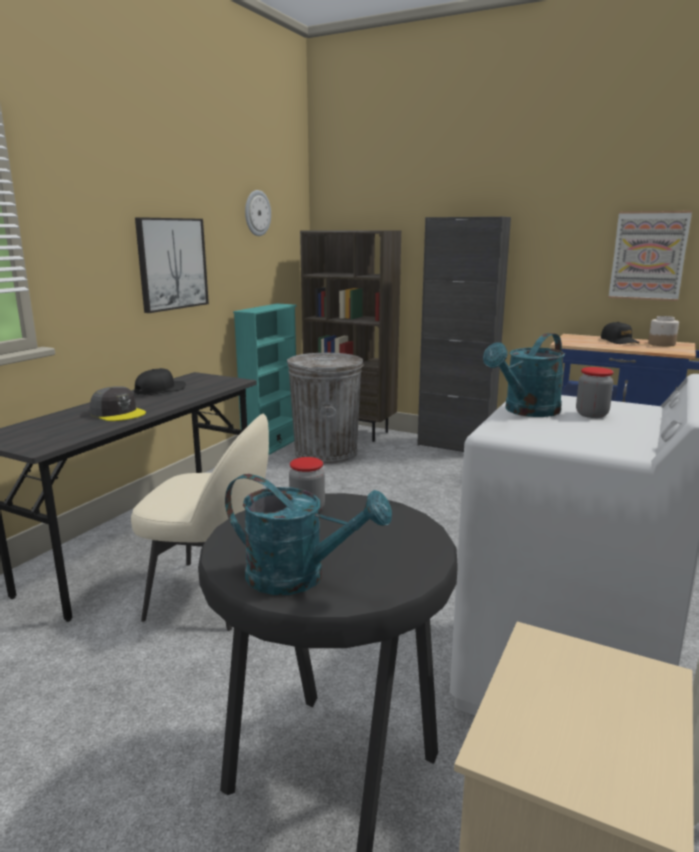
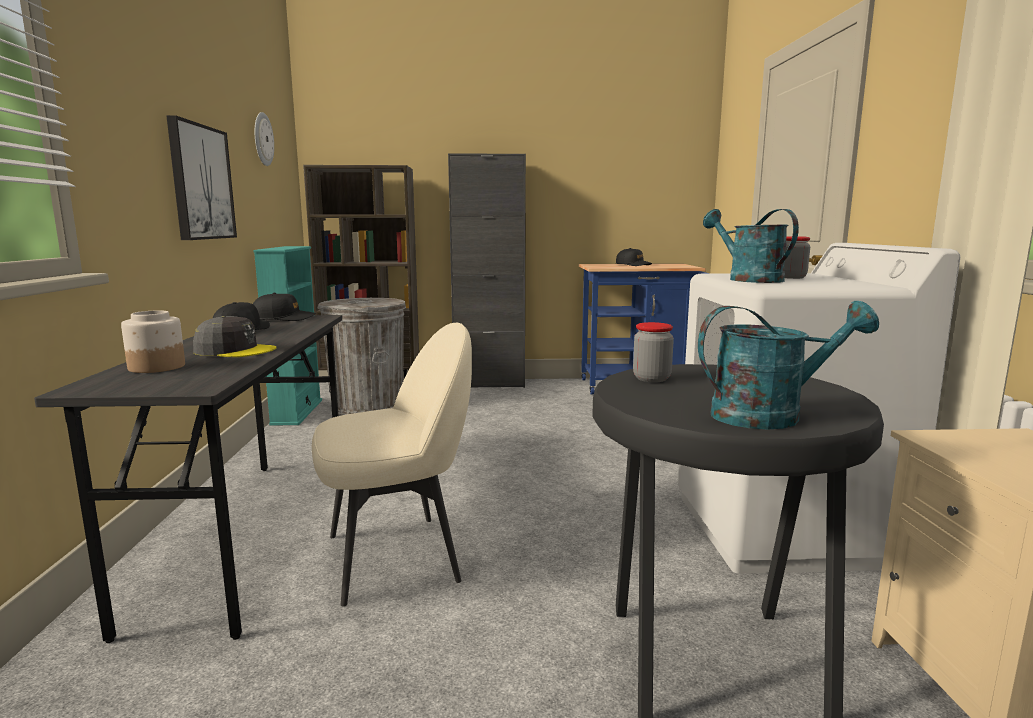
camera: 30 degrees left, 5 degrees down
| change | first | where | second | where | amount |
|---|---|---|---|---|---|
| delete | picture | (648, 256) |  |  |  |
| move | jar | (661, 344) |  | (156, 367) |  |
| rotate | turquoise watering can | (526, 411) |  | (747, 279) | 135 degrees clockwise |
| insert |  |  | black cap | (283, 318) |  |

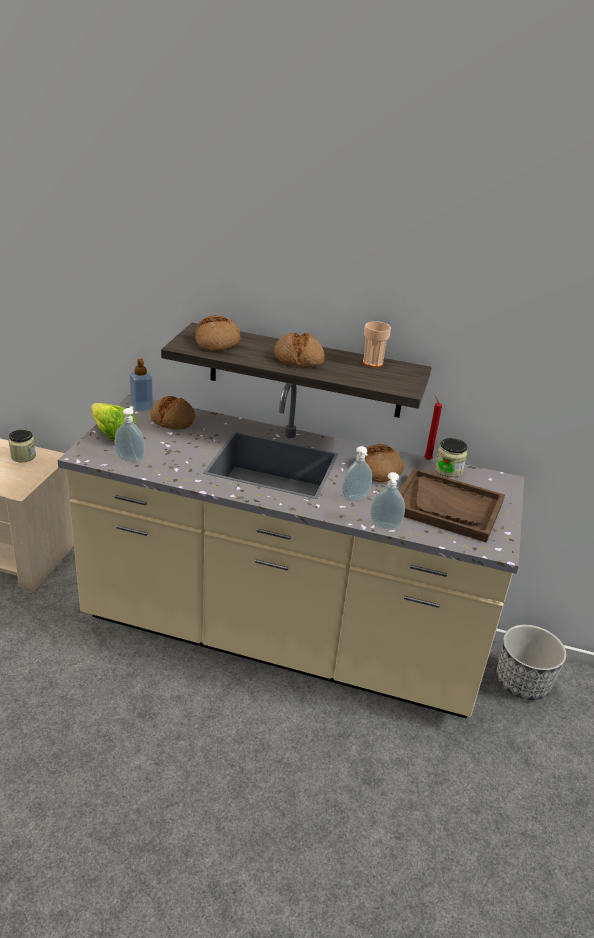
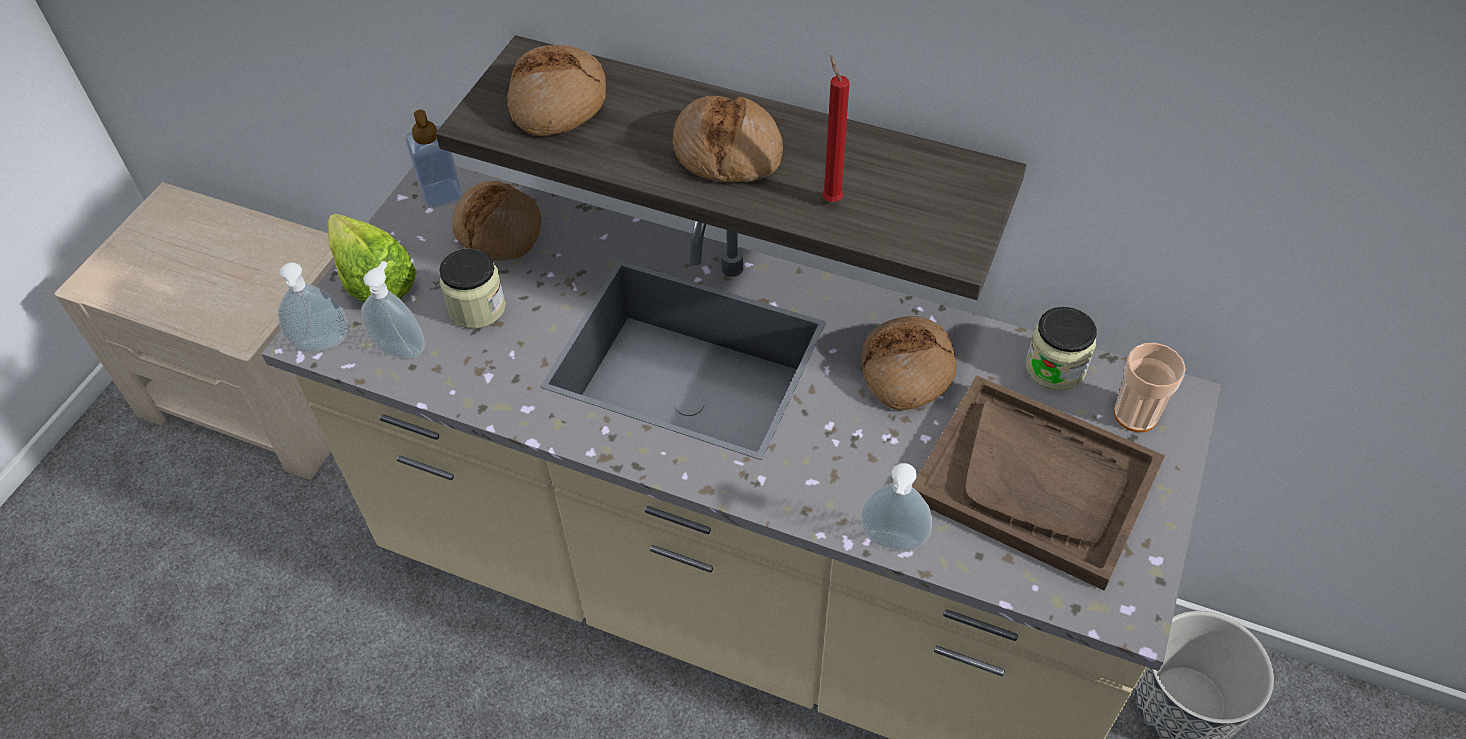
camera: 10 degrees right, 20 degrees up
| change | first | where | second | where | amount |
|---|---|---|---|---|---|
| move | cup | (372, 363) |  | (1135, 415) |  |
| move | red candle | (426, 459) |  | (830, 198) |  |
| move | jar | (23, 456) |  | (477, 308) |  |
| move | soap dispenser | (355, 499) |  | (323, 346) |  |

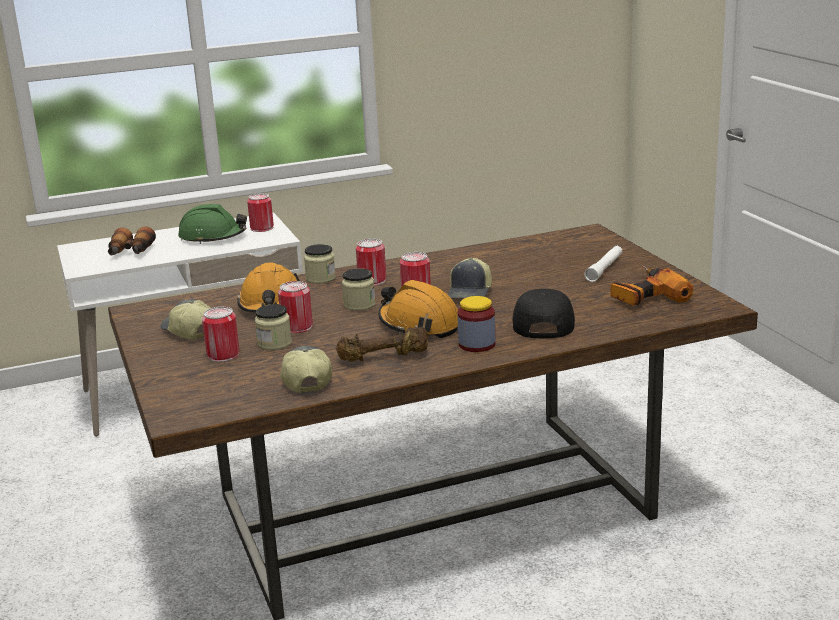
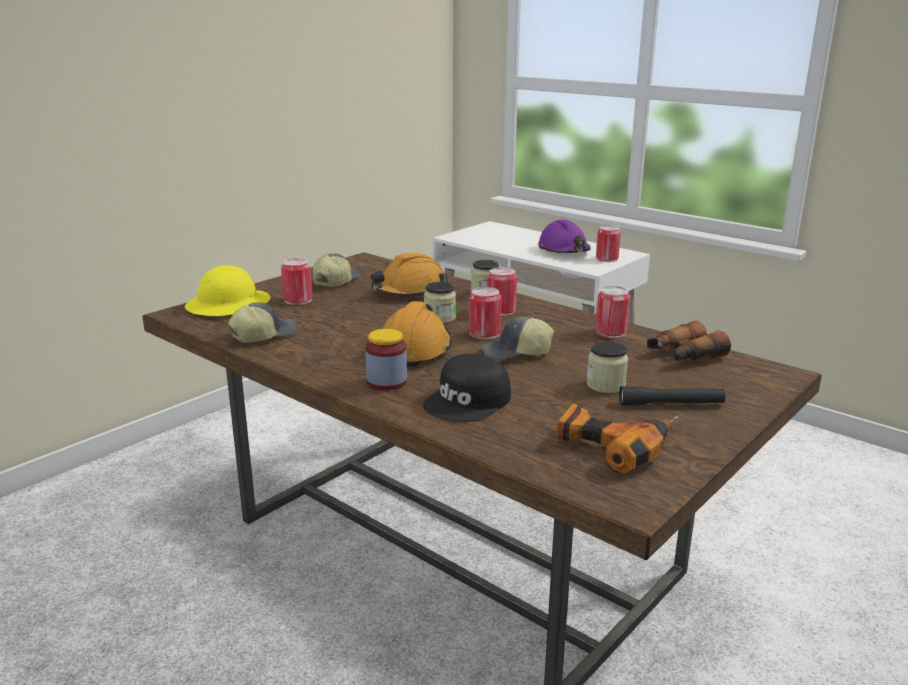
camera: 60 degrees right, 0 degrees up
| change | first | where | second | where | amount |
|---|---|---|---|---|---|
| recolor | green hard hat | (212, 237) | purple hard hat | (564, 251) |  |
| move | binoculars | (130, 252) |  | (683, 356) |  |
| recolor | white flashlight | (604, 269) | black flashlight | (671, 404) |  |
| move | can | (297, 327) |  | (610, 332) |  |
| rotate | black cap | (542, 323) |  | (469, 401) | 150 degrees clockwise |
| move | jar | (274, 343) |  | (605, 385) |  |
| delete | brown dumbbell | (384, 358) |  |  |  |
| insert |  |  | yellow hard hat | (229, 305) |  |

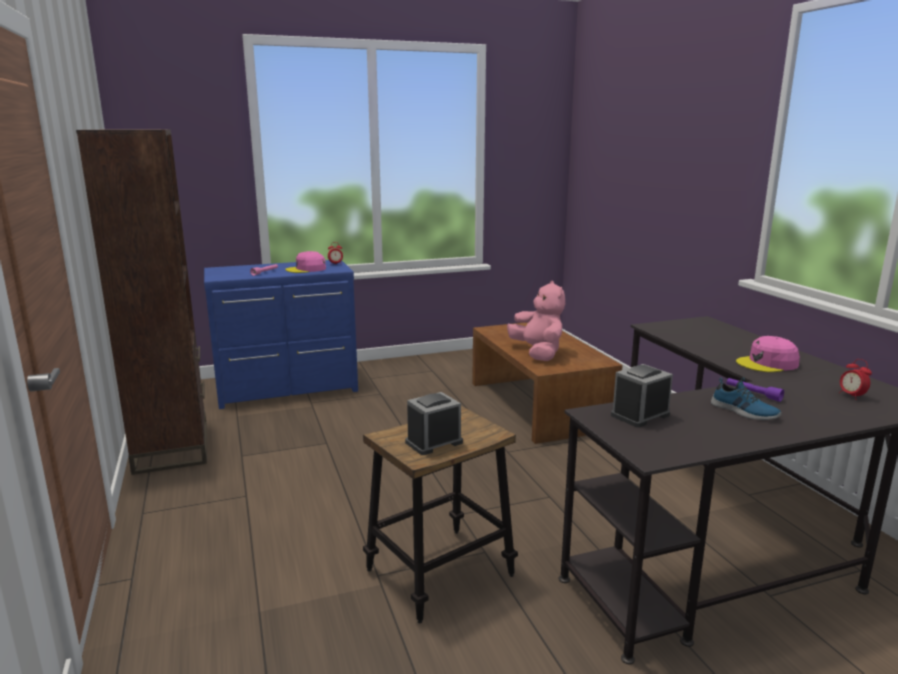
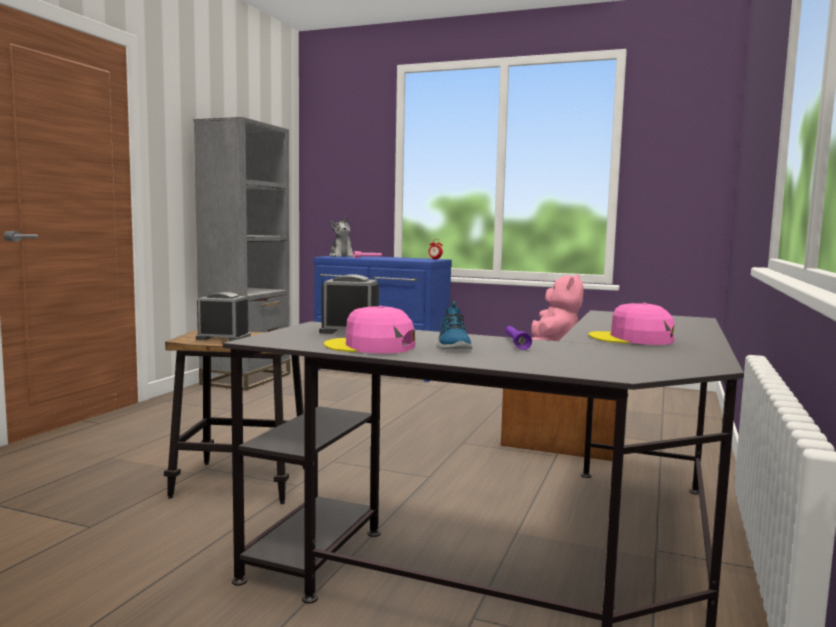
camera: 40 degrees right, 10 degrees down
| change | first | where | second | where | amount |
|---|---|---|---|---|---|
| recolor | brown bookcase | (172, 447) | grey bookcase | (246, 379) |  |
| move | pink cap | (306, 269) |  | (370, 346) |  |
| delete | alarm clock | (851, 396) |  |  |  |
| insert |  |  | plush toy | (342, 256) |  |

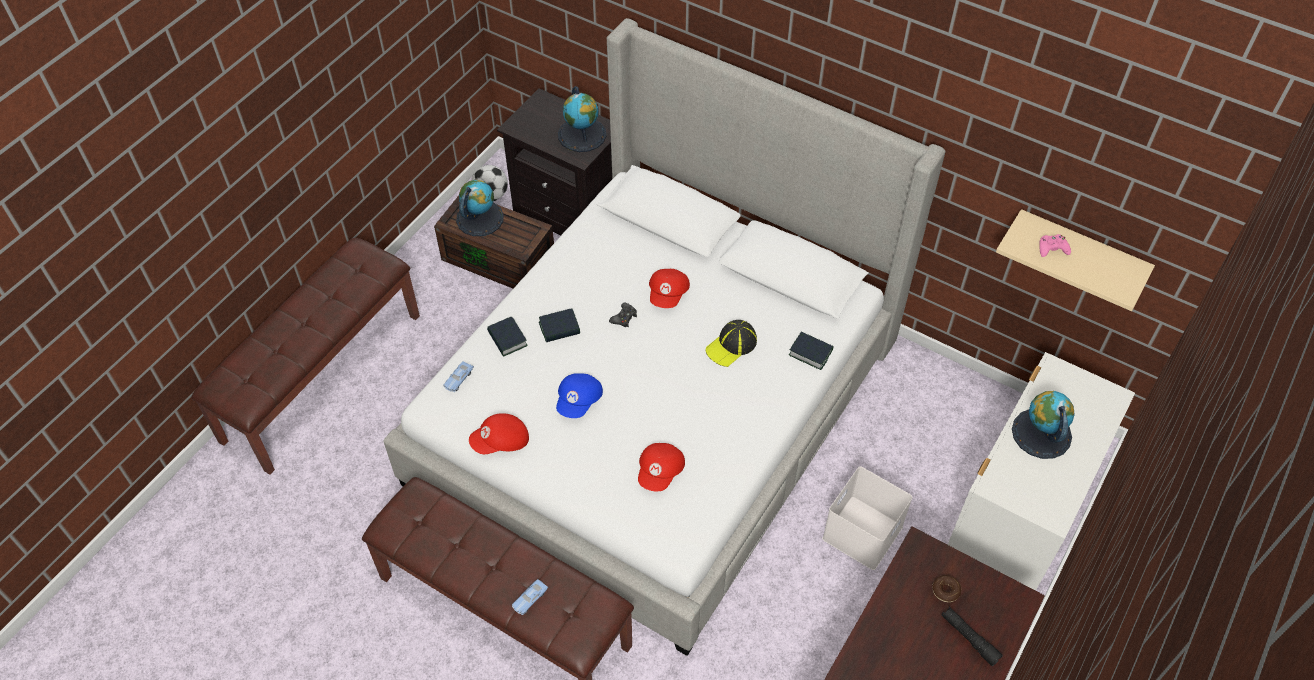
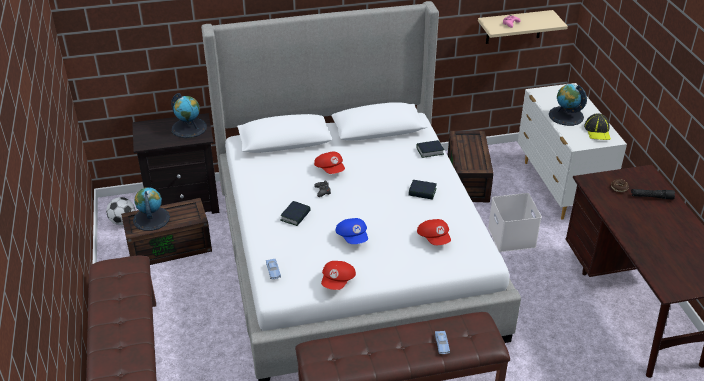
camera: 45 degrees left, 15 degrees down
| change | first | where | second | where | amount |
|---|---|---|---|---|---|
| move | book | (507, 339) |  | (422, 192) |  |
| move | cap | (731, 345) |  | (597, 131) |  |
| insert |  |  | brown storage box | (469, 180) |  |

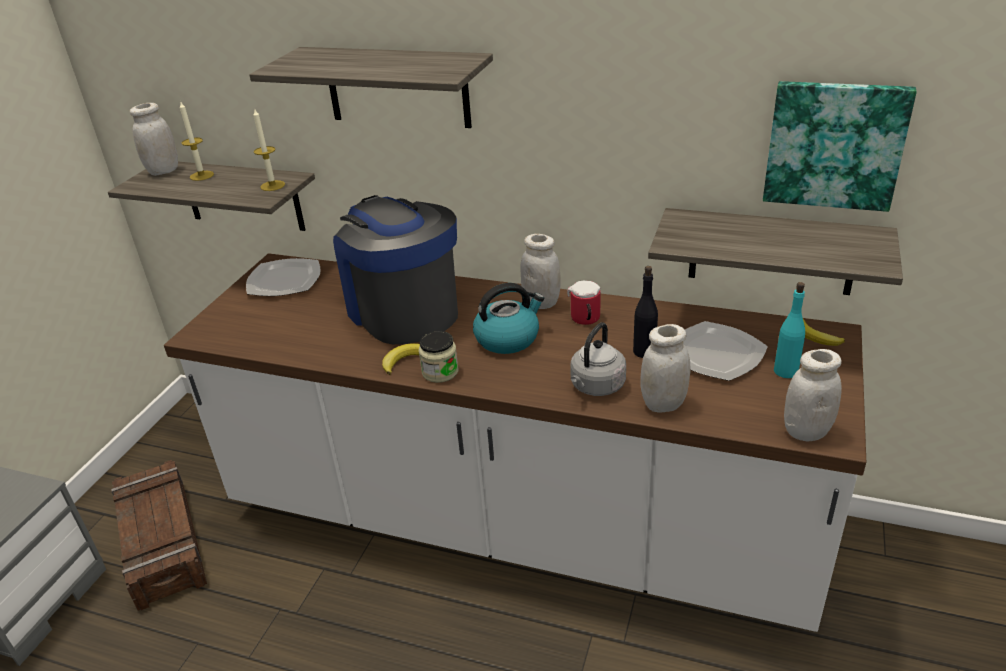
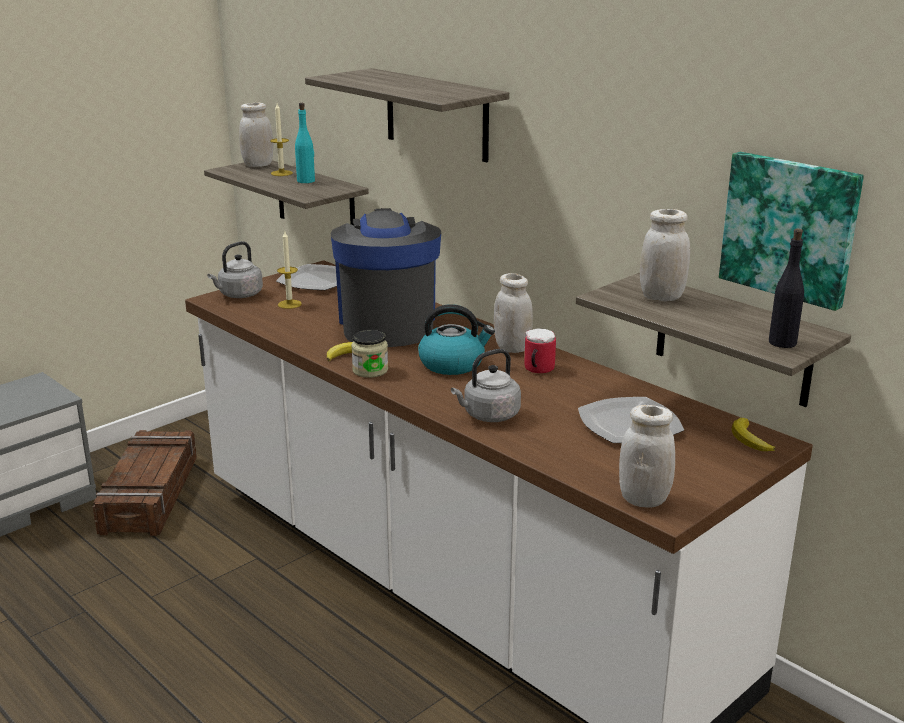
camera: 25 degrees right, 10 degrees down
| change | first | where | second | where | amount |
|---|---|---|---|---|---|
| move | candle | (272, 186) |  | (289, 304) |  |
| move | black bottle | (644, 351) |  | (782, 342) |  |
| move | turquoise bottle | (786, 371) |  | (306, 181) |  |
| move | white jar | (663, 404) |  | (661, 297) |  |
| insert |  |  | grey kettle | (239, 295) |  |

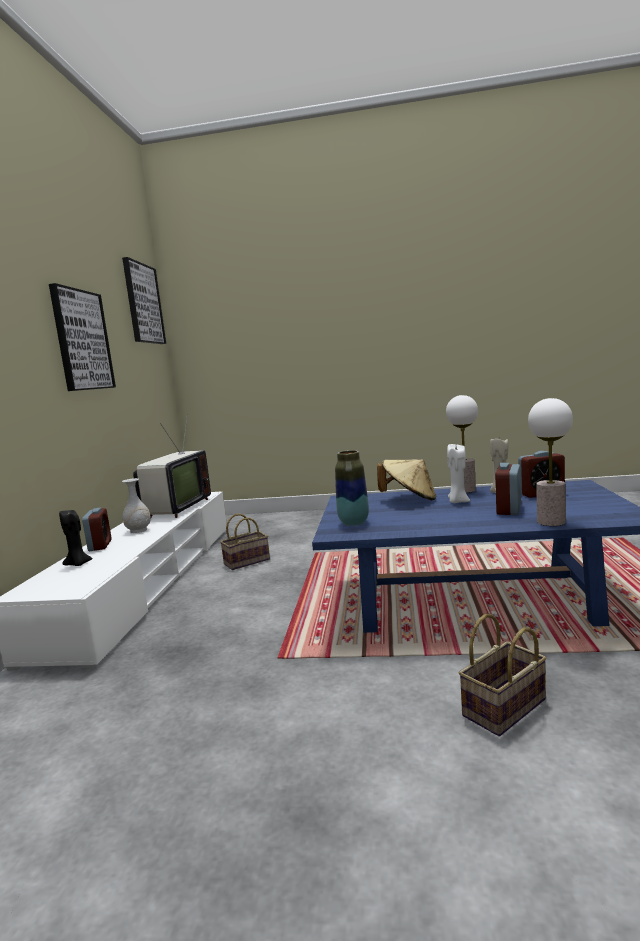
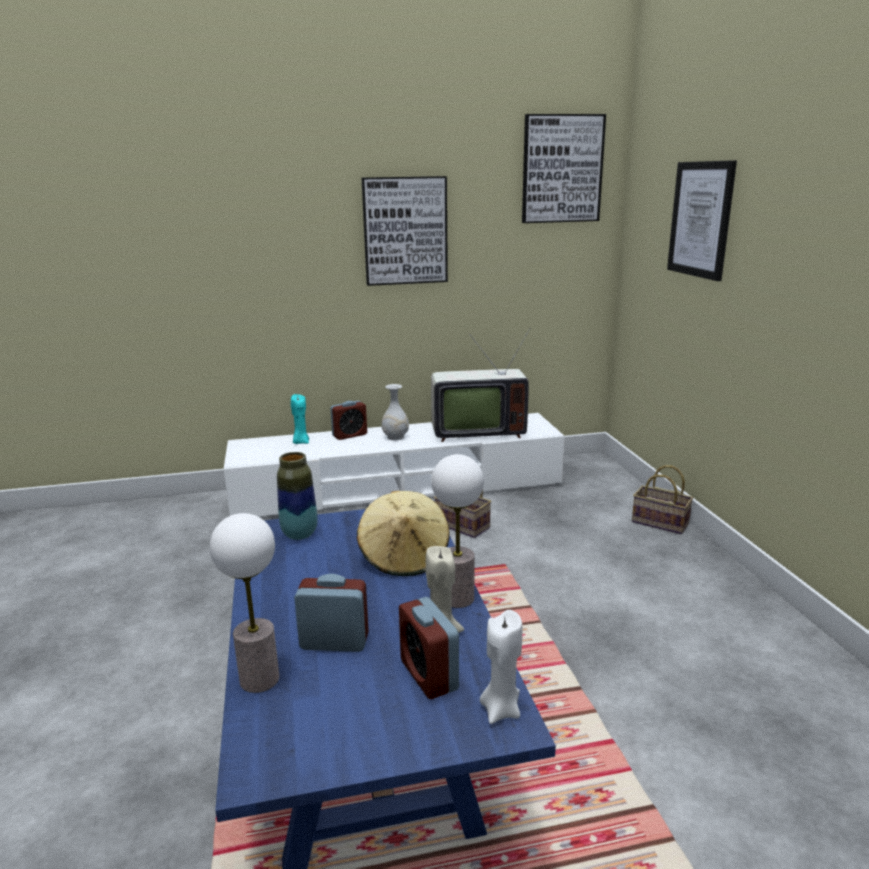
camera: 70 degrees right, 10 degrees up
| change | first | where | second | where | amount |
|---|---|---|---|---|---|
| move | white candle | (457, 502) |  | (501, 710) |  |
| recolor | black candle | (78, 564) | turquoise candle | (301, 442) |  |
| move | basket | (504, 709) |  | (658, 523) |  |
| insert |  |  | picture | (701, 219) |  |

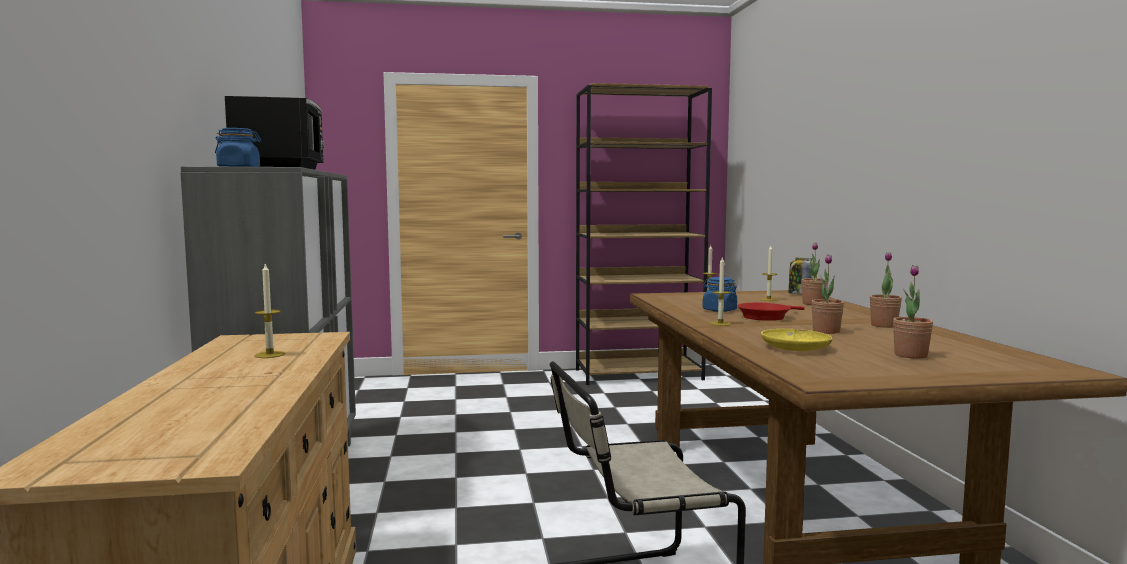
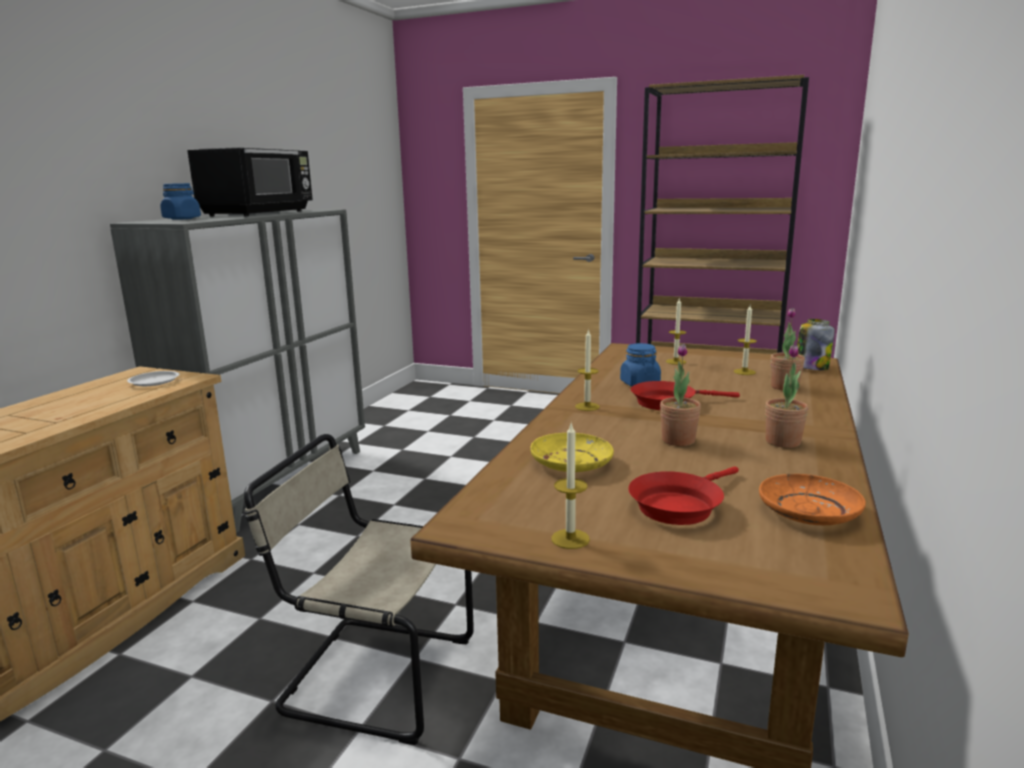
camera: 30 degrees right, 10 degrees up
| change | first | where | second | where | amount |
|---|---|---|---|---|---|
| move | candle | (269, 355) |  | (570, 539) |  |
| replace | potted plant | (910, 355) | red frying pan | (679, 505) |  |
| insert |  |  | white plate | (154, 381) |  |
| insert |  |  | orange plate | (808, 511) |  |

